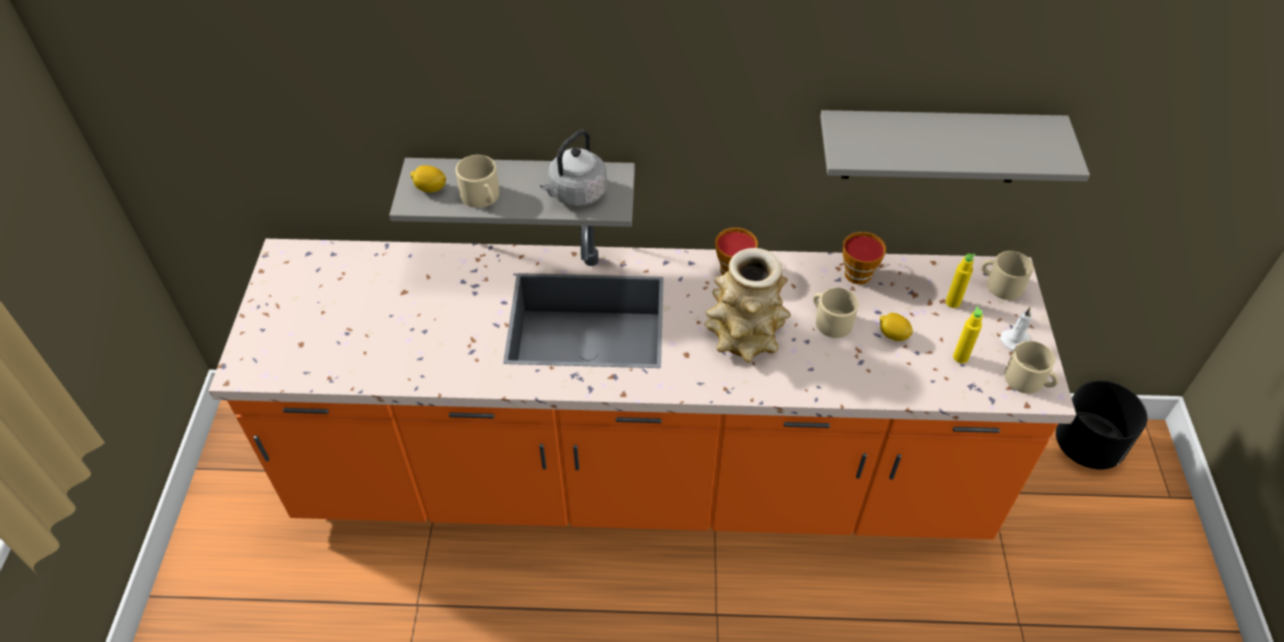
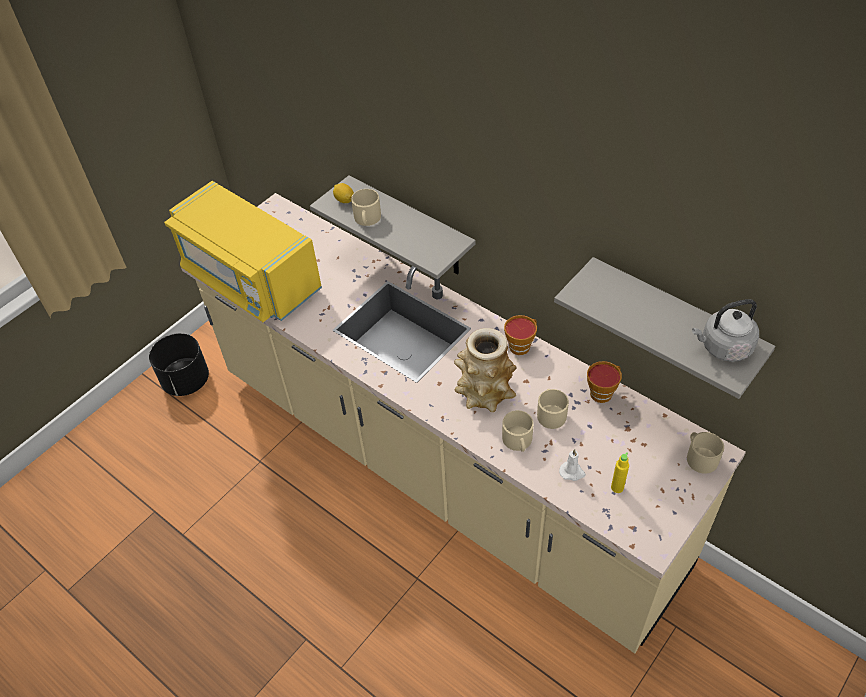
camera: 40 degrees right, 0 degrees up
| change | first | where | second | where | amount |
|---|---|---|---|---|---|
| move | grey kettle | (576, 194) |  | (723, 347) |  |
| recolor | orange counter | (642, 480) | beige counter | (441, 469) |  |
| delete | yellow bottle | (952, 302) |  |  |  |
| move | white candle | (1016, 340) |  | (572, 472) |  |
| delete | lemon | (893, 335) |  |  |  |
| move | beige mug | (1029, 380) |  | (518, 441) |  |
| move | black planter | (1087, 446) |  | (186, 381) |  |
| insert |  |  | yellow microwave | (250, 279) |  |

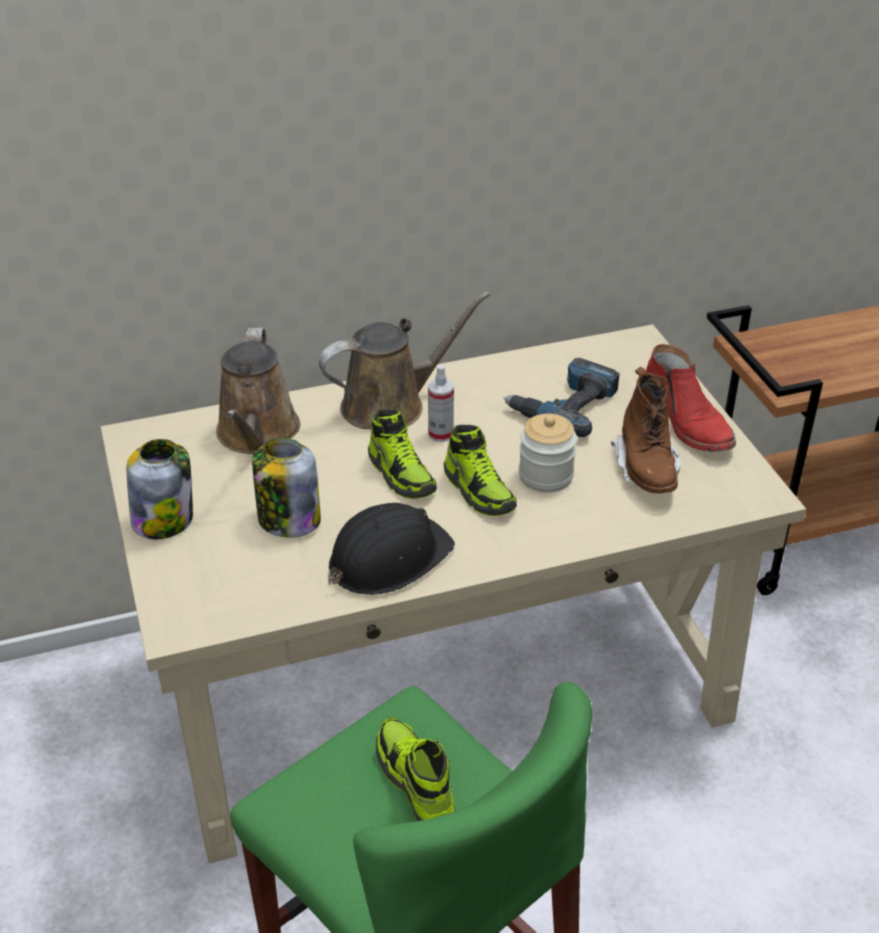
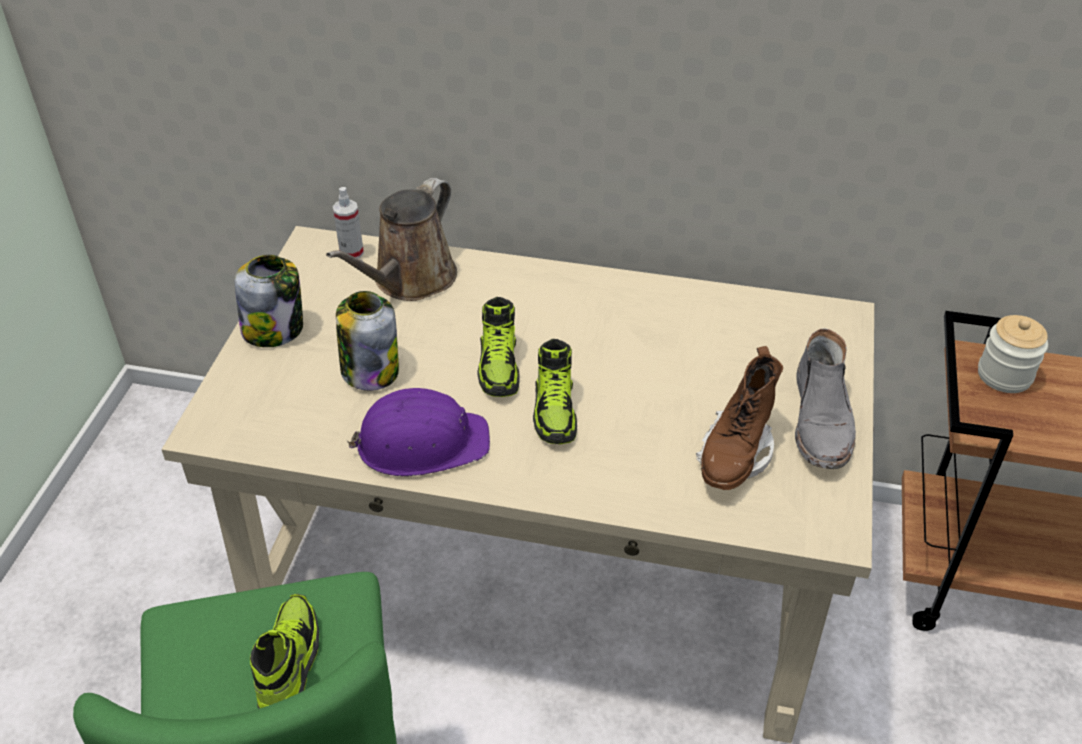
camera: 30 degrees right, 5 degrees up
| change | first | where | second | where | amount |
|---|---|---|---|---|---|
| delete | brown watering can | (391, 405) |  |  |  |
| recolor | red boot | (687, 421) | grey boot | (822, 421) |  |
| delete | power drill | (564, 404) |  |  |  |
| move | spray bottle | (440, 434) |  | (351, 252) |  |
| move | jar | (545, 476) |  | (1004, 375) |  |
| recolor | black hard hat | (388, 558) | purple hard hat | (421, 442) |  |

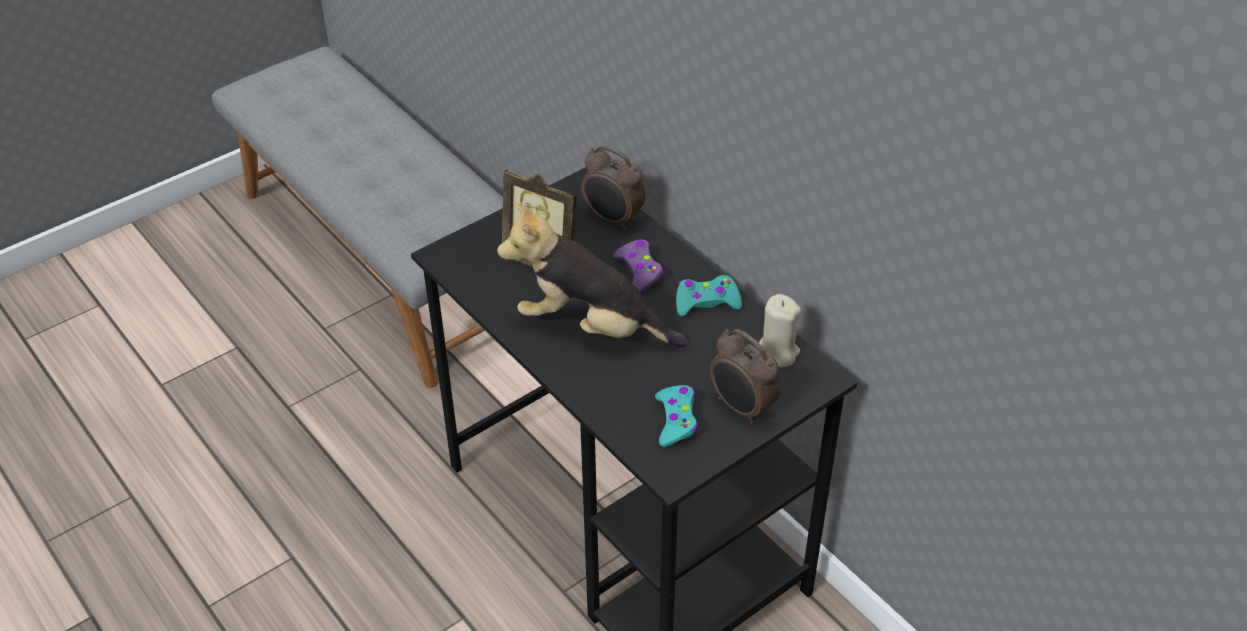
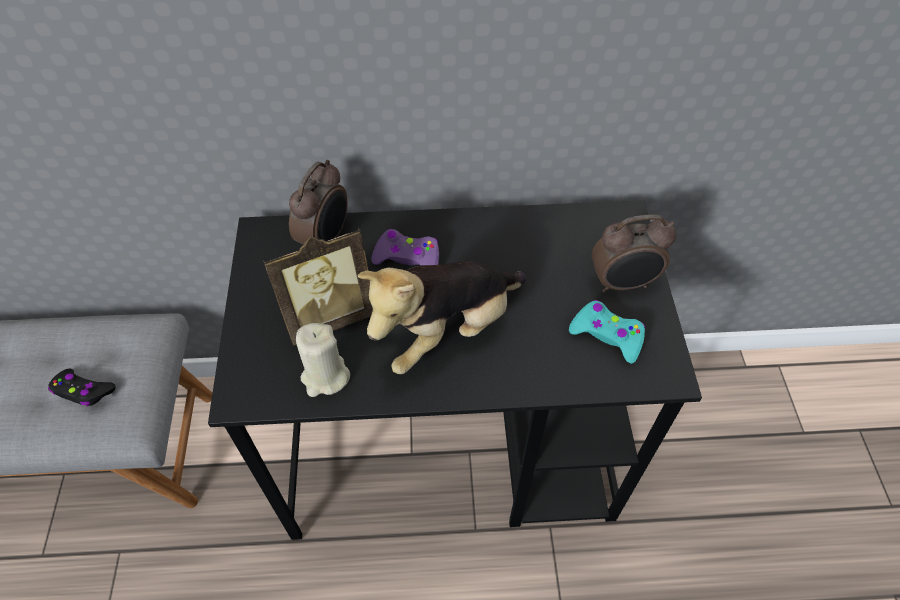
camera: 55 degrees left, 10 degrees up
| change | first | where | second | where | amount |
|---|---|---|---|---|---|
| rotate | alarm clock | (612, 219) |  | (326, 239) | 45 degrees counterclockwise |
| delete | turquoise game controller | (706, 302) |  |  |  |
| move | beige candle | (776, 353) |  | (325, 376) |  |
| insert |  |  | black game controller | (83, 391) |  |

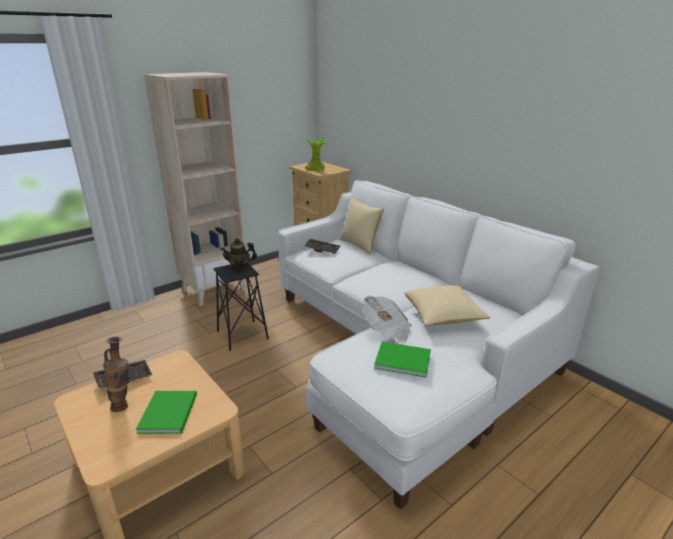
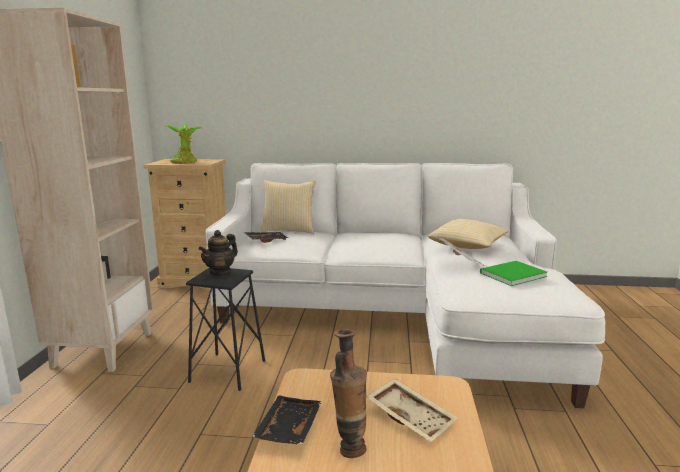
camera: 45 degrees left, 10 degrees down
| change | first | where | second | where | amount |
|---|---|---|---|---|---|
| replace | green book | (170, 412) | beige tray | (411, 417) |  |

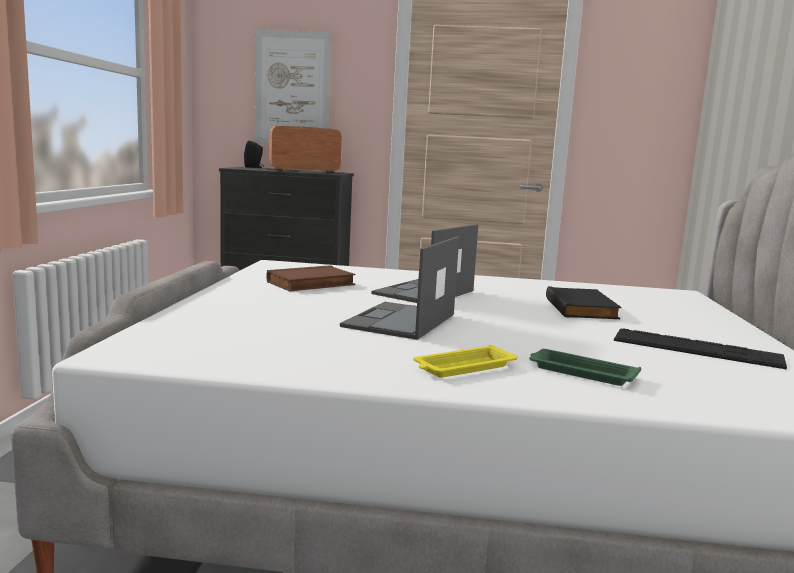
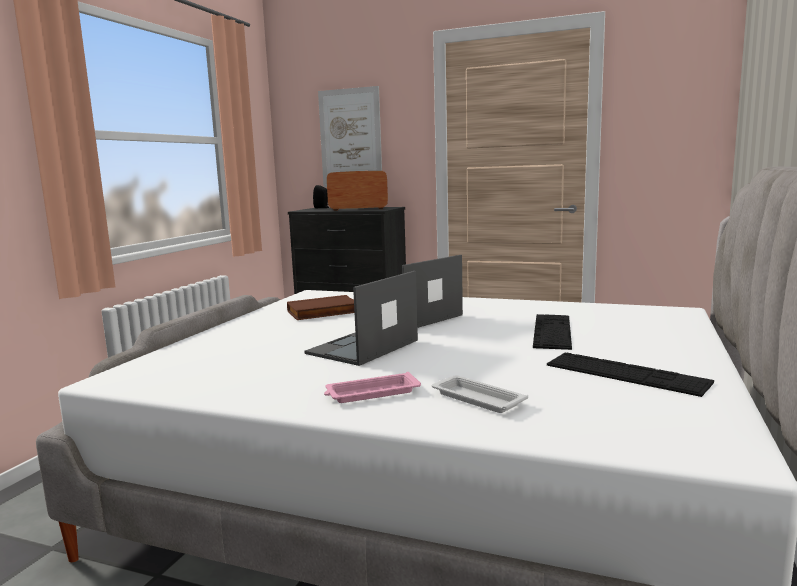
camera: 15 degrees right, 0 degrees up
| change | first | where | second | where | amount |
|---|---|---|---|---|---|
| replace | black book | (582, 308) | keyboard | (552, 331) |  |
| recolor | yellow tray | (463, 367) | pink tray | (371, 393) |  |
| recolor | green tray | (580, 372) | white tray | (476, 399) |  |

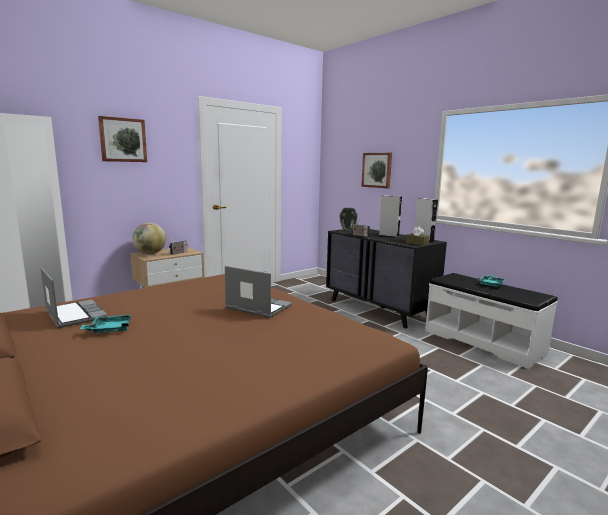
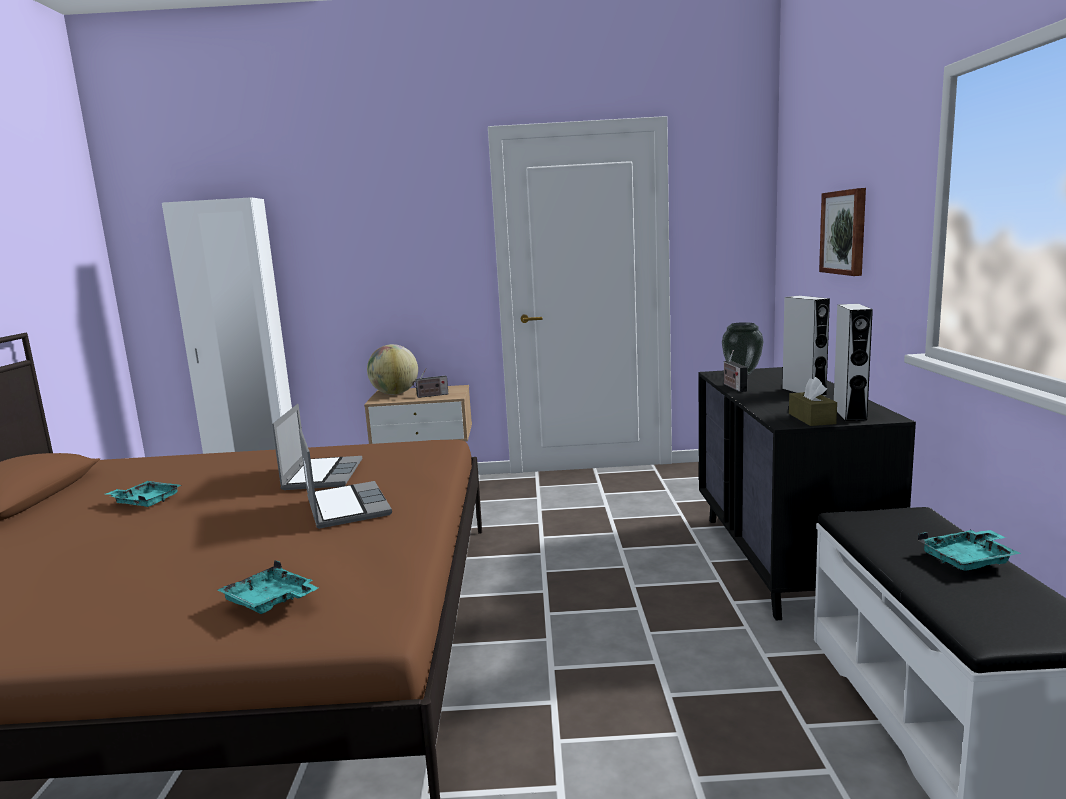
camera: 40 degrees right, 0 degrees up
| change | first | where | second | where | amount |
|---|---|---|---|---|---|
| delete | picture | (123, 140) |  |  |  |
| move | laptop | (74, 315) |  | (322, 475) |  |
| insert |  |  | turquoise tray | (270, 601) |  |

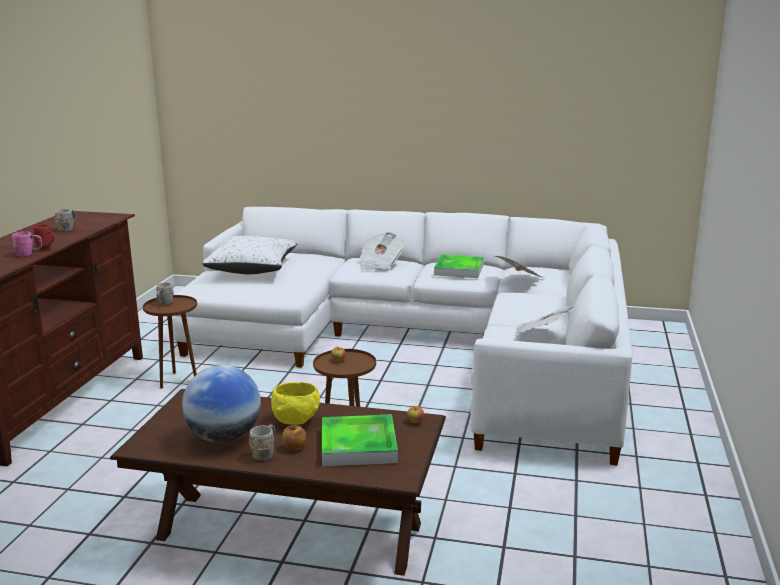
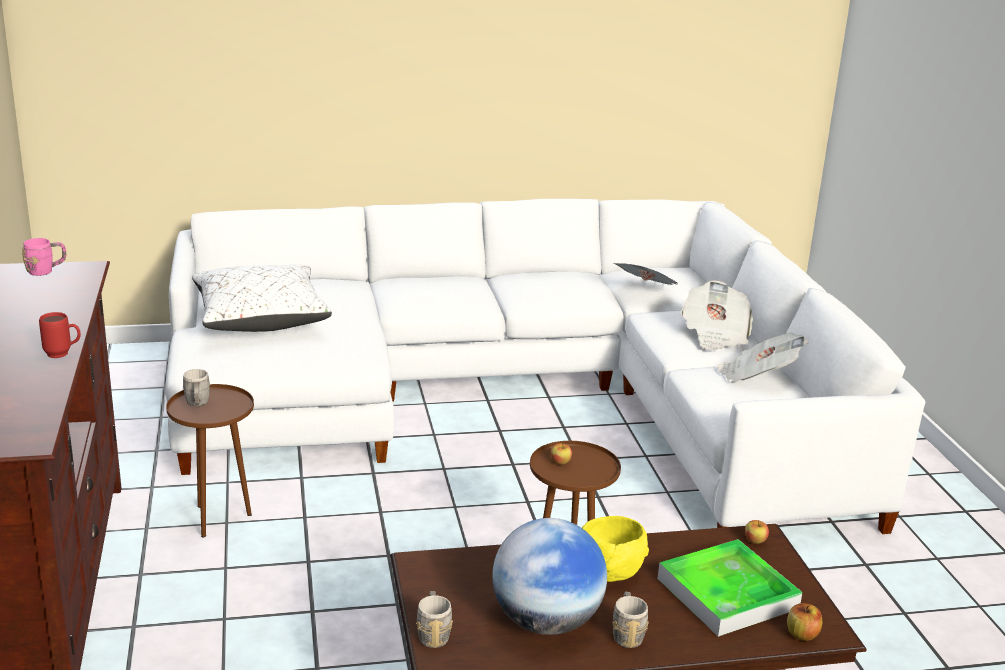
camera: 25 degrees left, 5 degrees up
| change | first | where | second | where | amount |
|---|---|---|---|---|---|
| move | grey mug | (68, 229) |  | (433, 634) |  |
| move | pink mug | (29, 254) |  | (46, 271) |  |
| move | newspaper | (380, 264) |  | (715, 335) |  |
| delete | tray | (459, 270) |  |  |  |
| move | apple | (294, 447) |  | (802, 634) |  |

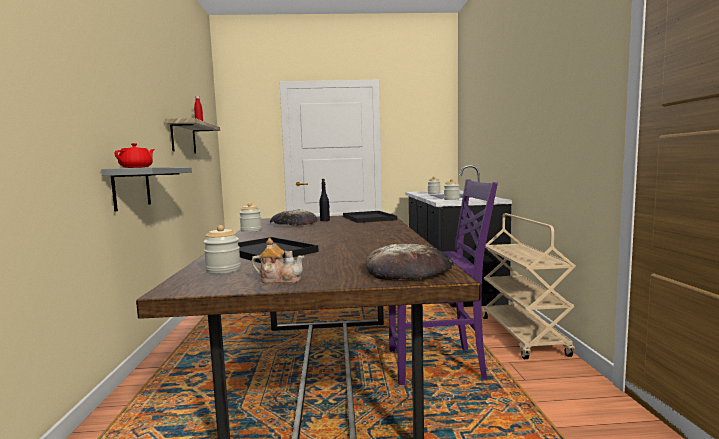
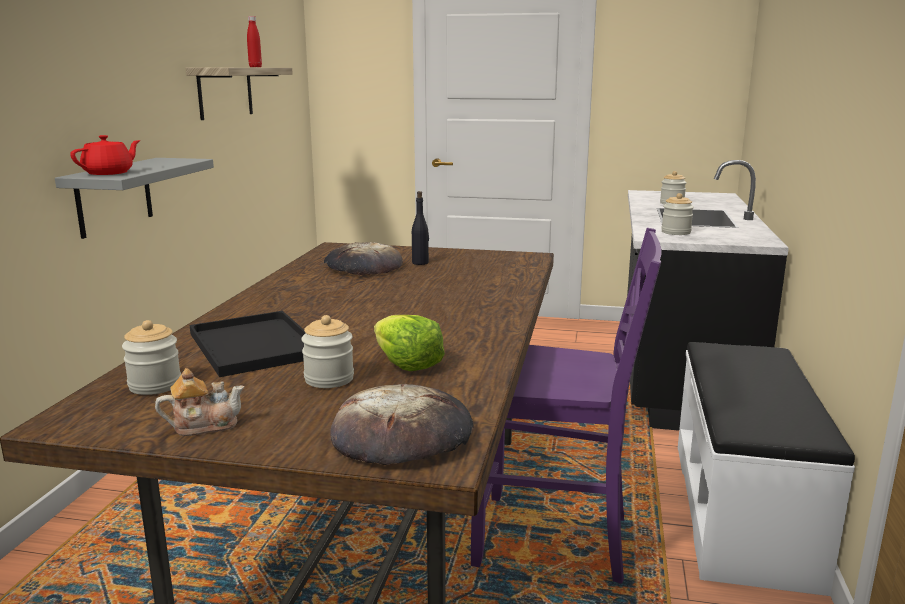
camera: 15 degrees right, 10 degrees up
| change | first | where | second | where | amount |
|---|---|---|---|---|---|
| move | jar | (251, 230) |  | (329, 379) |  |
| delete | black tray | (369, 218) |  |  |  |
| replace | beige cart | (523, 336) | white bench | (743, 510) |  |
| rotate | teapot | (280, 280) |  | (204, 425) | 45 degrees counterclockwise |
| insert |  |  | lettuce | (407, 364) |  |

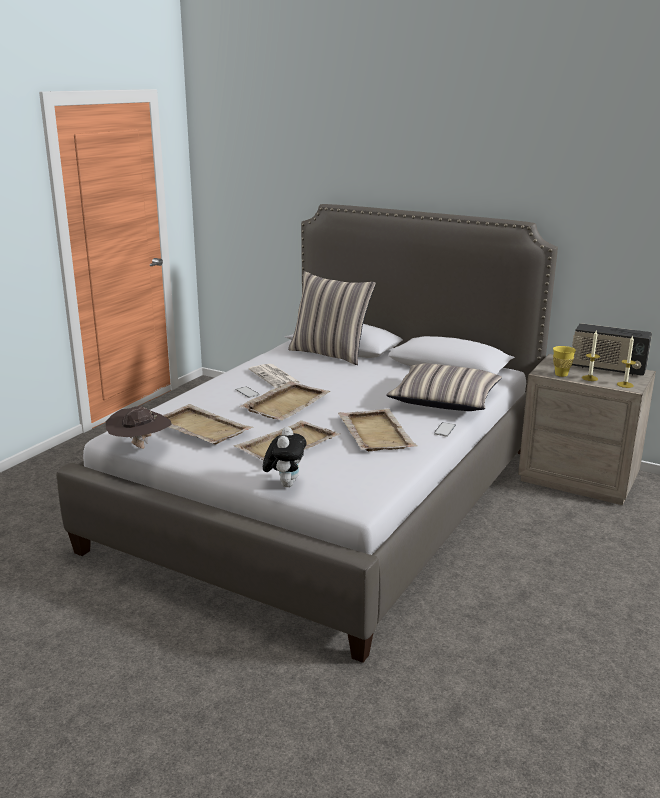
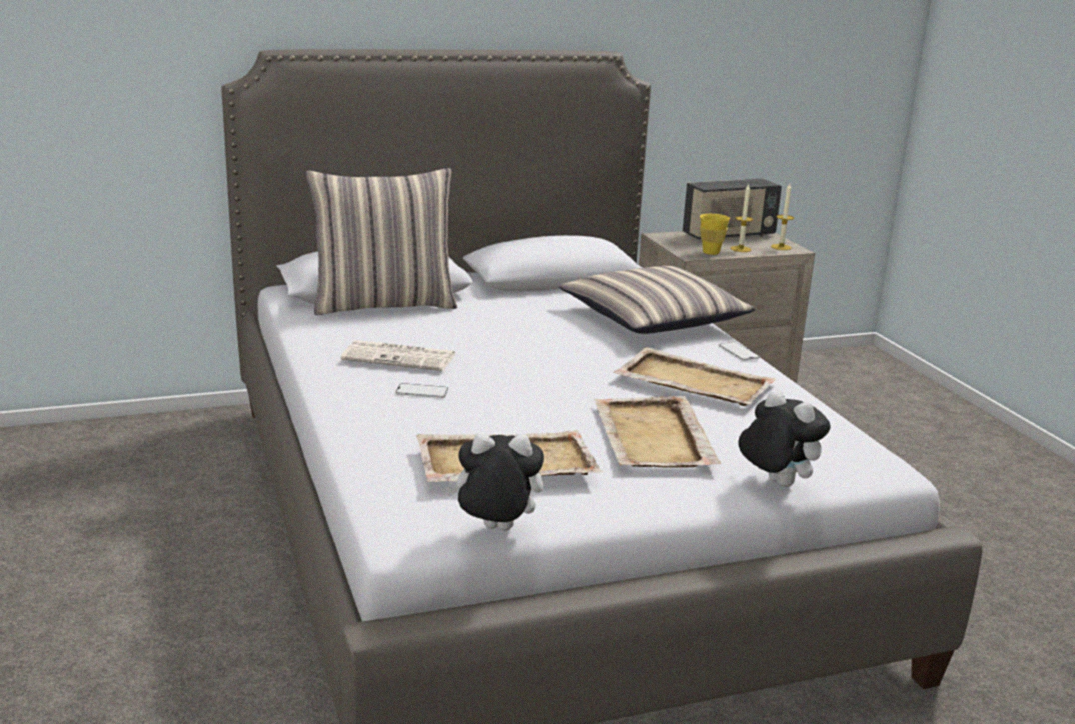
camera: 50 degrees left, 0 degrees up
| change | first | where | second | where | amount |
|---|---|---|---|---|---|
| delete | beige tray | (286, 403) |  |  |  |
| replace | brown hat | (140, 448) | plush toy | (495, 530) |  |

